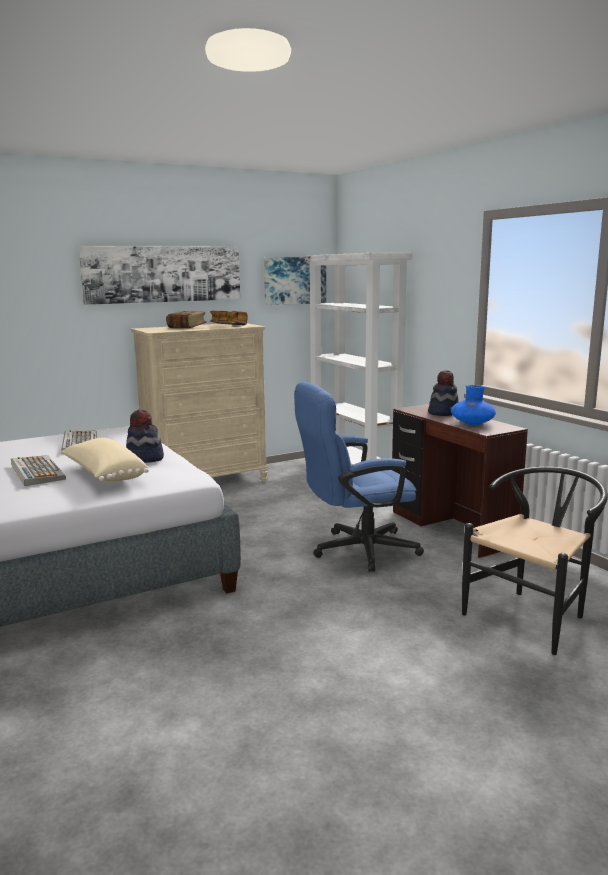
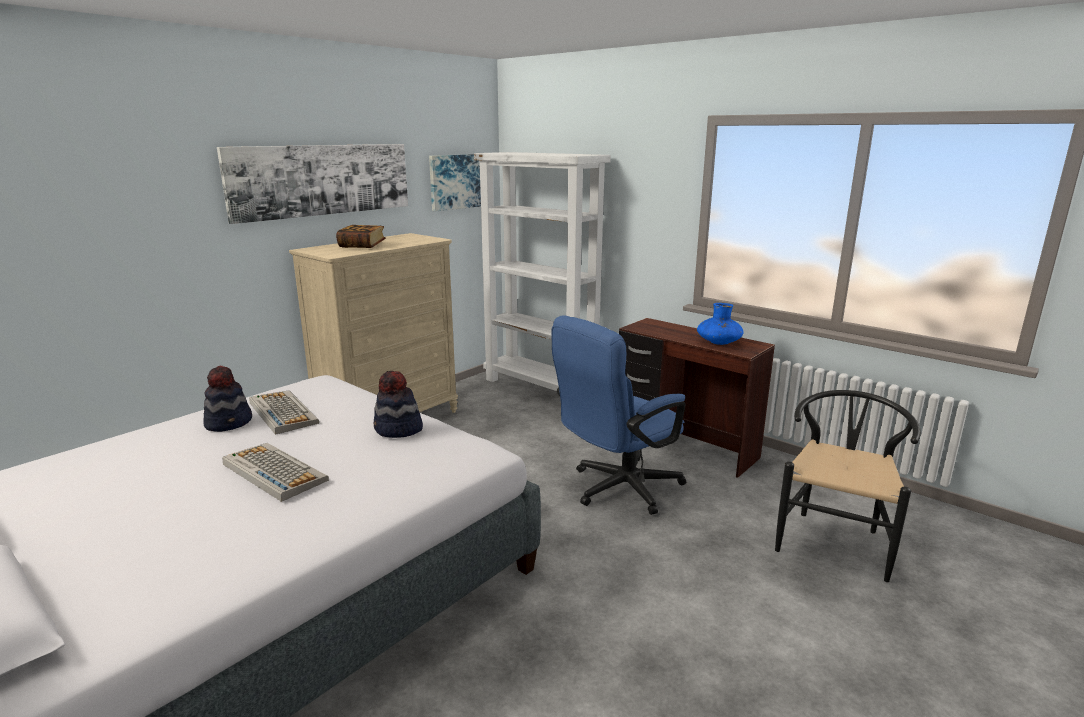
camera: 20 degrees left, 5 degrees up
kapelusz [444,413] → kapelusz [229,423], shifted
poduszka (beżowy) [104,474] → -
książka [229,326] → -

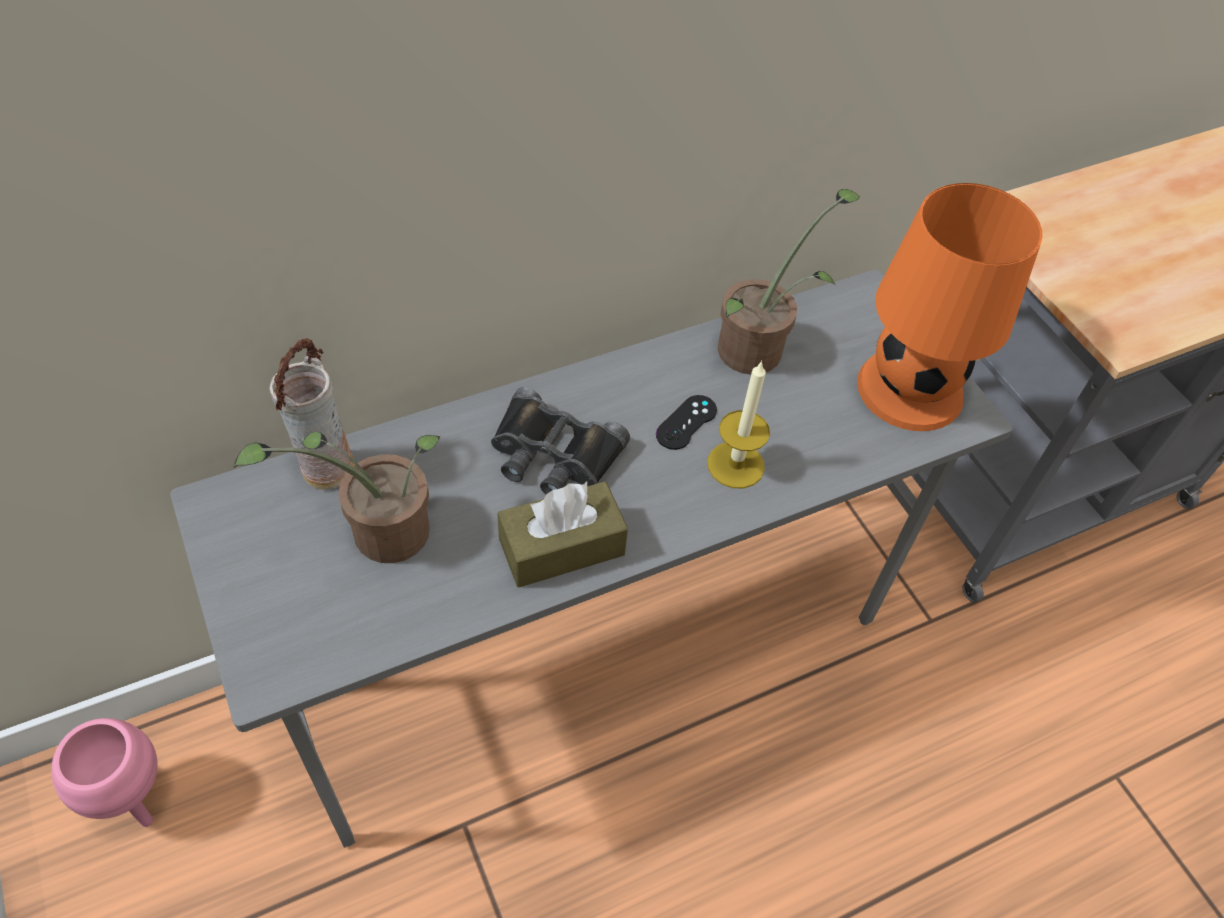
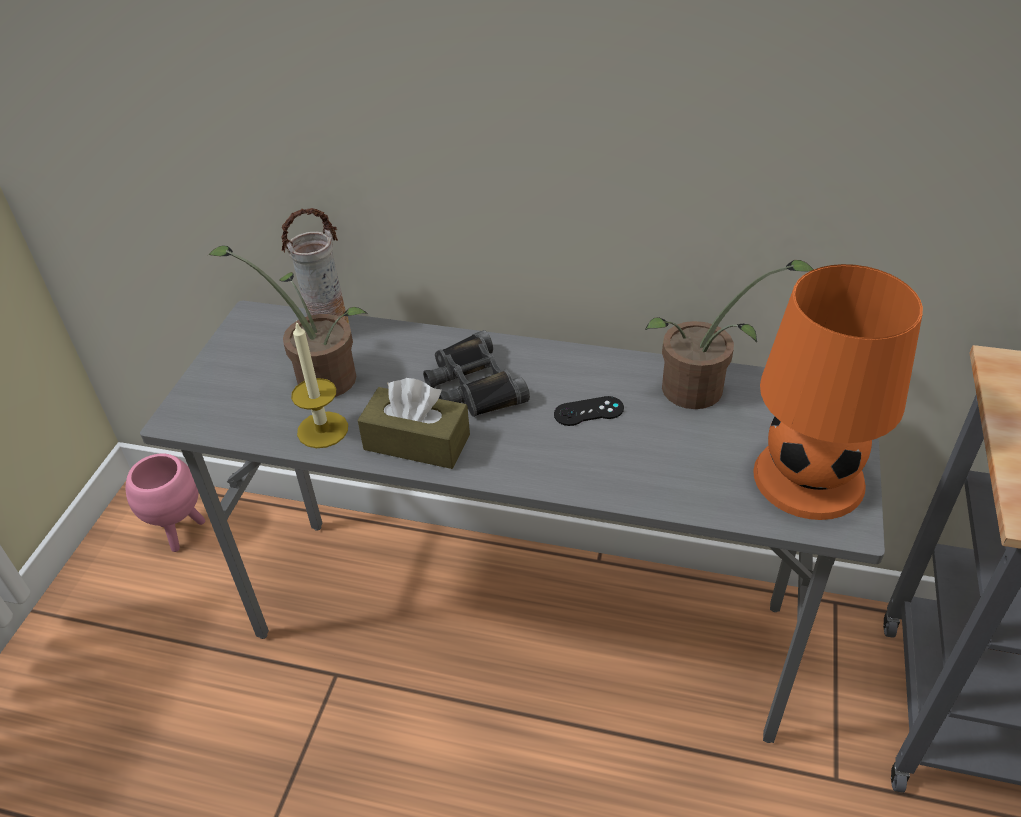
camera: 45 degrees right, 10 degrees down
świeca [735,465] → świeca [322,430], shifted

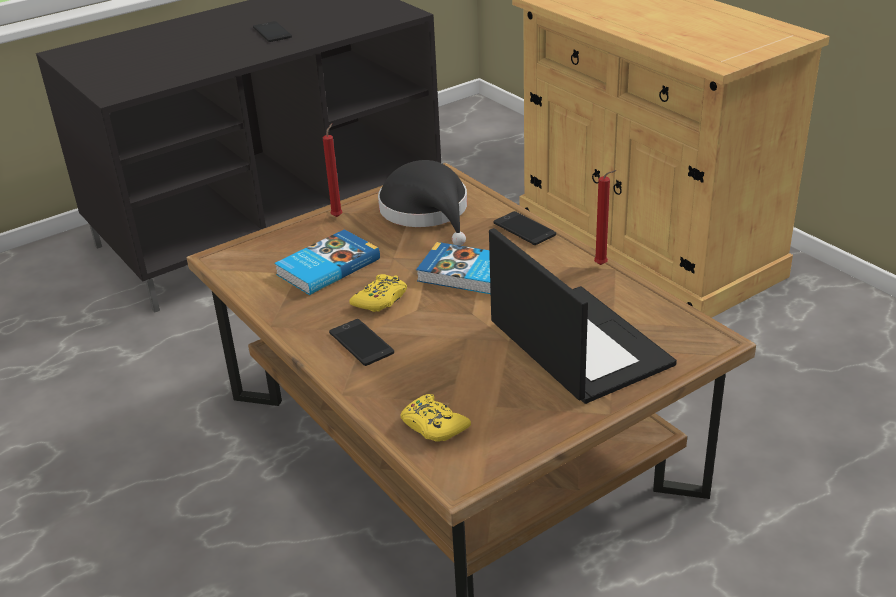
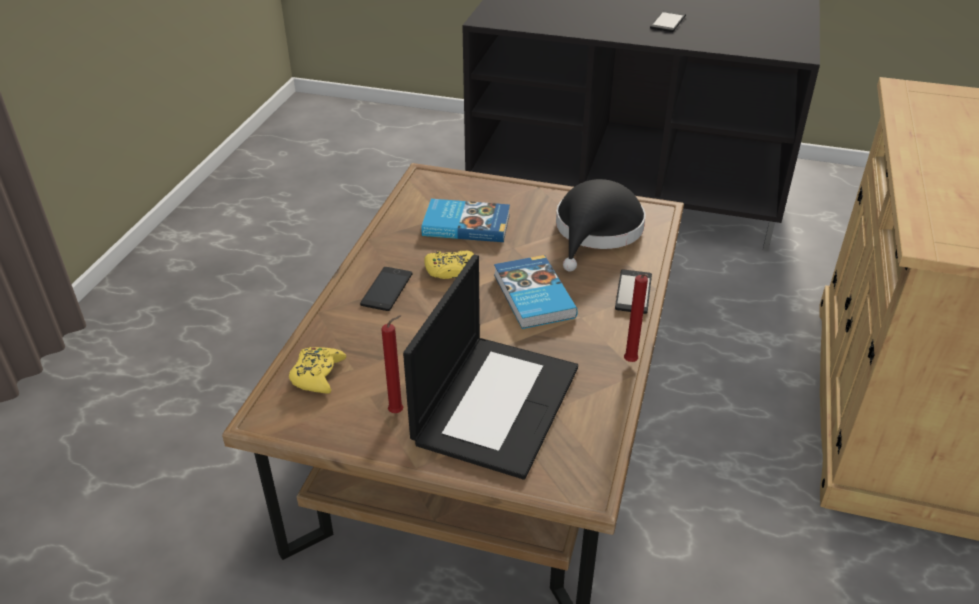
camera: 50 degrees right, 5 degrees up
świeca (czerwony) [338,216] → świeca (czerwony) [398,412], shifted

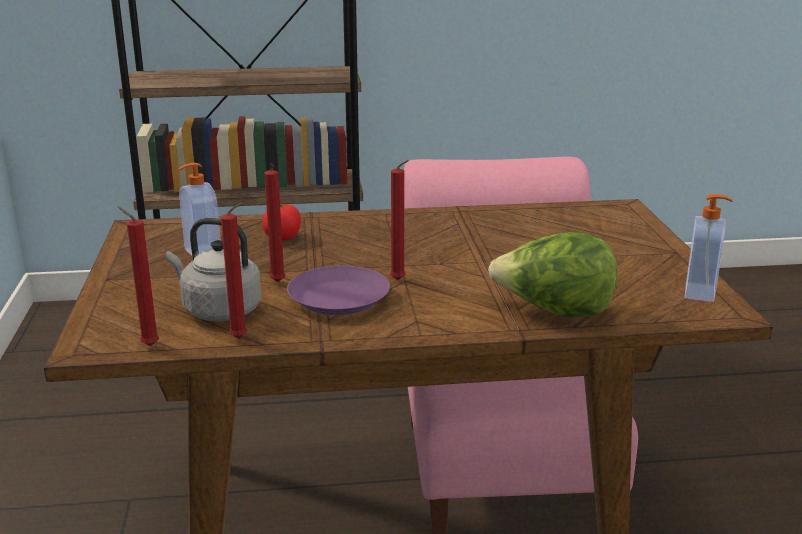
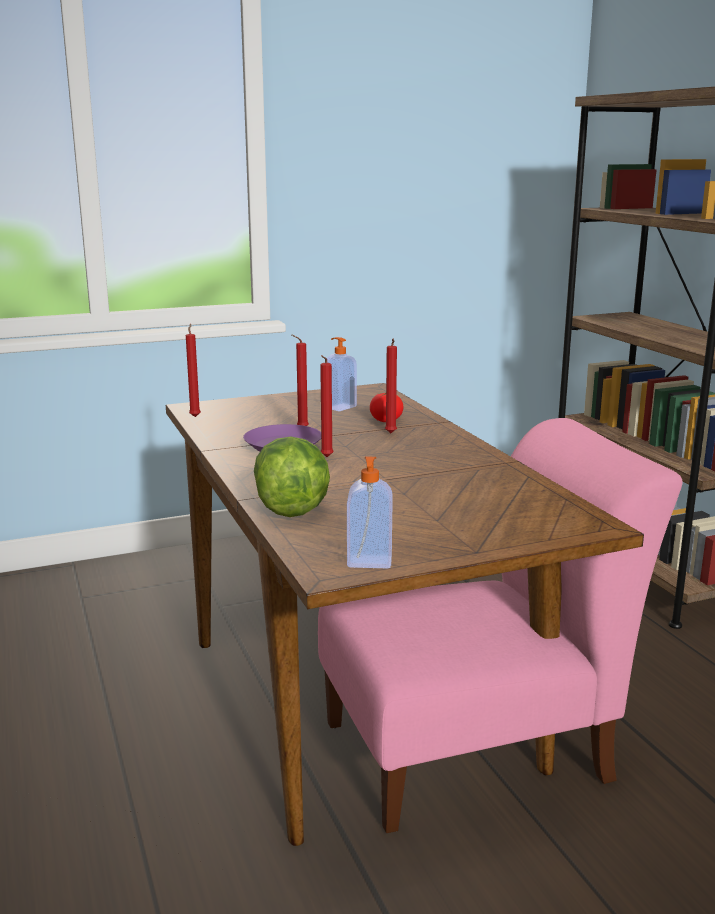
camera: 75 degrees right, 5 degrees down
świeca (czerwony) [241,339] → świeca (czerwony) [390,434], shifted
czajnik (szary) [218,310] → -

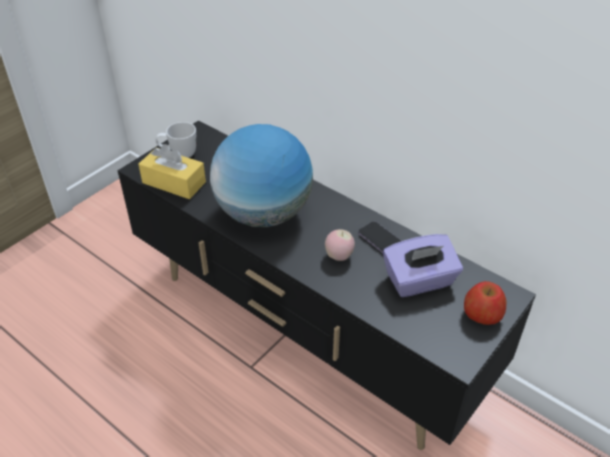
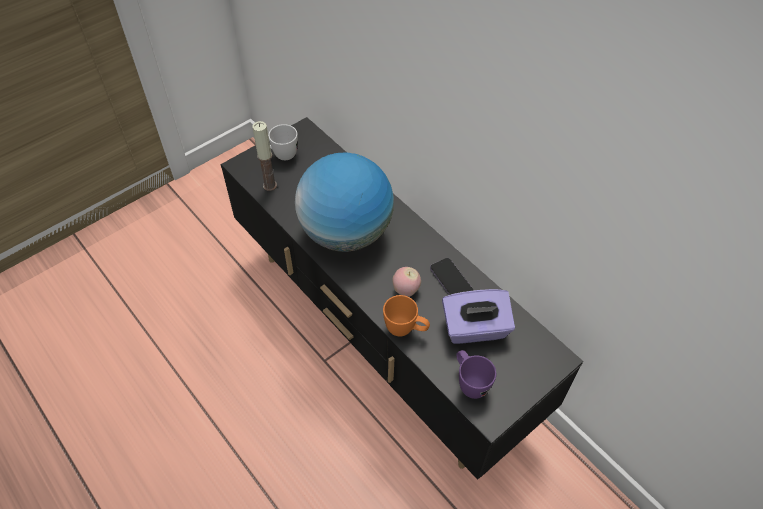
camera: 10 degrees right, 10 degrees up
pudełko chusteczek (żółty) [174,182] → świeca [270,185]
- → kubek (pomarańczowy) [405,330]
- → kubek (fioletowy) [469,382]
jabłko [482,314] → -

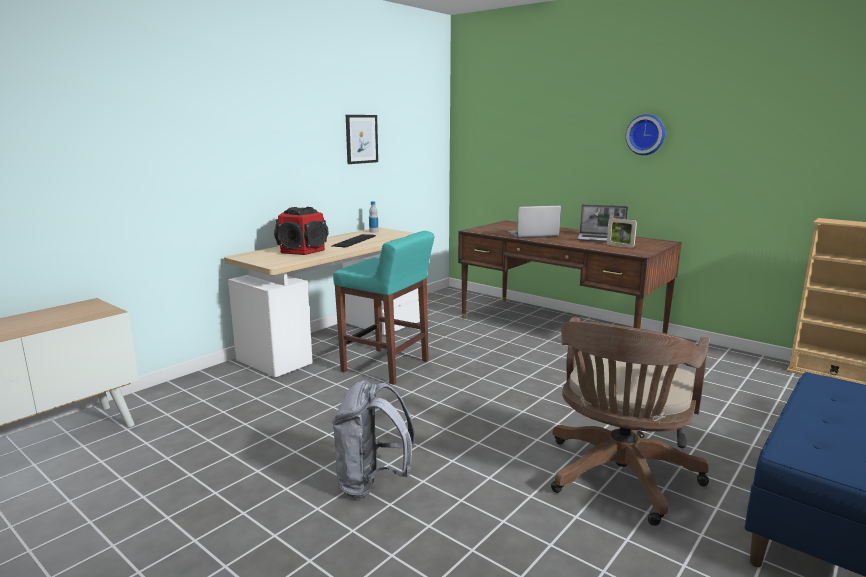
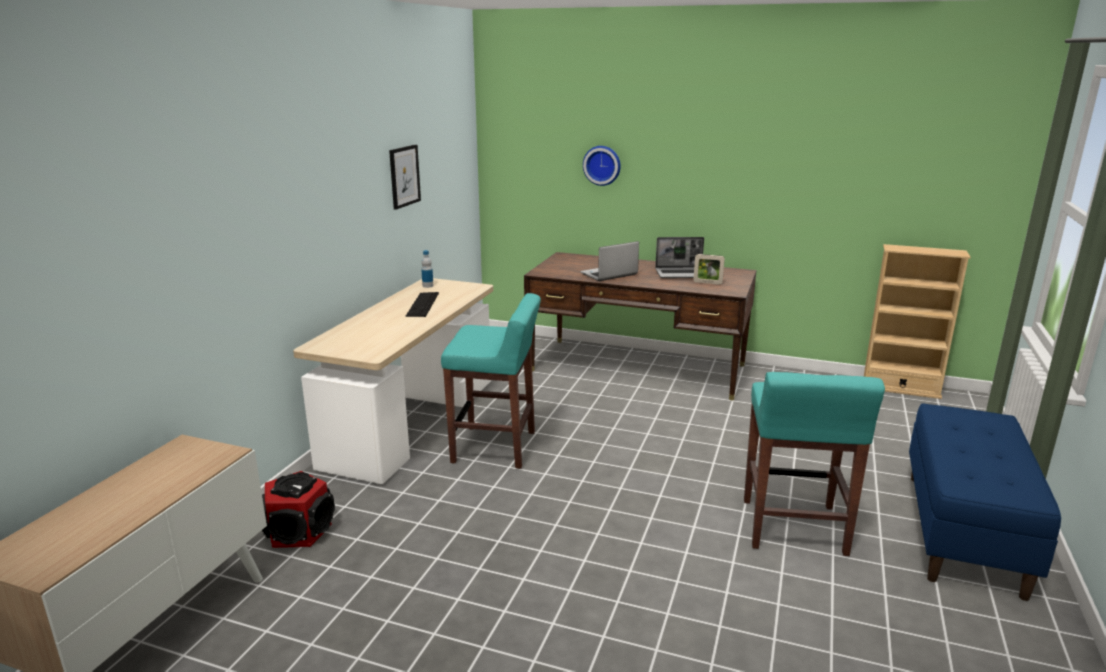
camera: 20 degrees left, 5 degrees up
głośnik [302,250] → głośnik [299,531], shifted
zegar ścienny [646,134] → zegar ścienny [602,165], shifted
krzesło biurowe (brązowy) [618,479] → stołek (turkusowy) [793,528]
plecak (szary) [372,483] → -

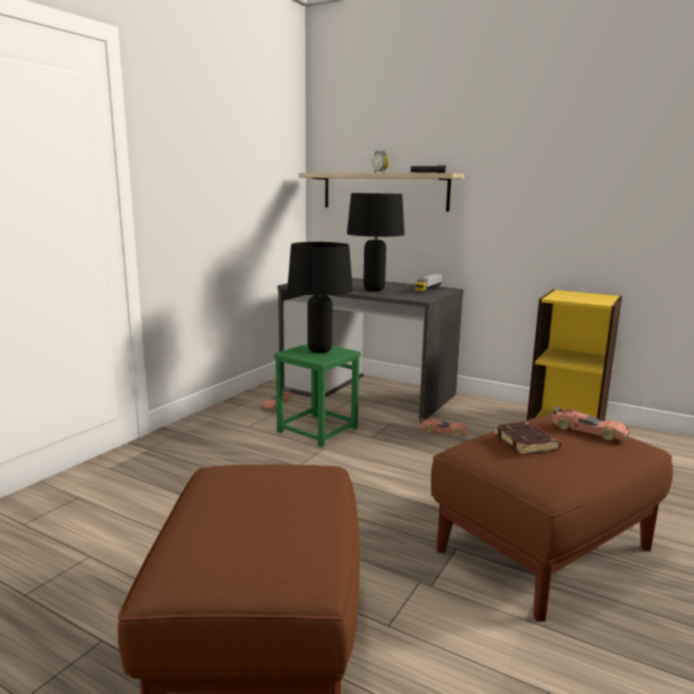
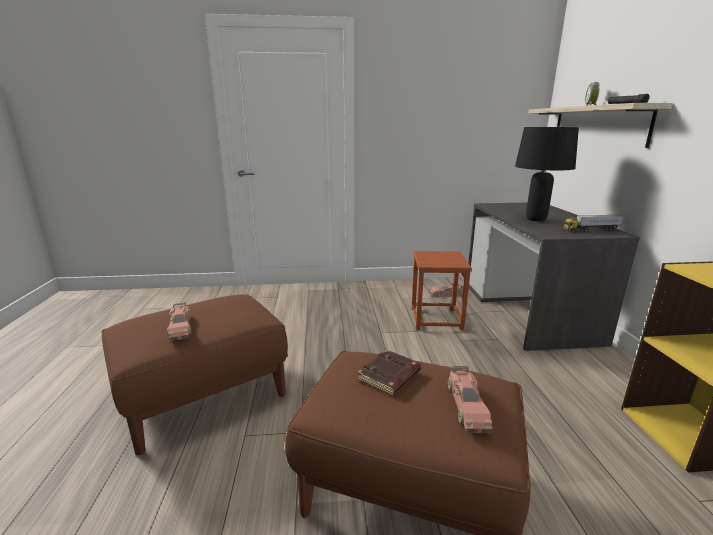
camera: 55 degrees right, 5 degrees up
samochodzik [443,432] → samochodzik [180,327], shifted
stołek (zielony) [317,430] → stołek (brązowy) [435,318]
lampa stołowa (czarny) [320,351] → -

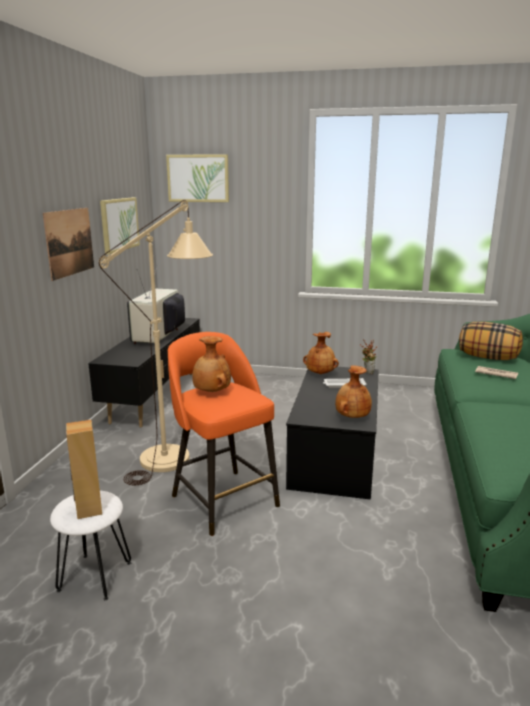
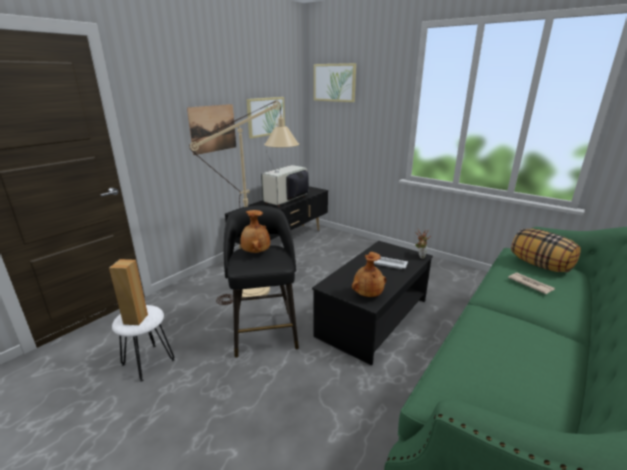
camera: 25 degrees right, 5 degrees up
stołek (pomarańczowy) [223,499] → stołek (czarny) [265,331]
wazon (brązowy) [320,373] → -

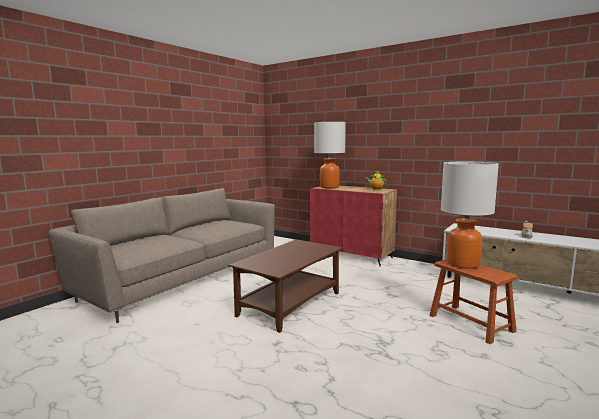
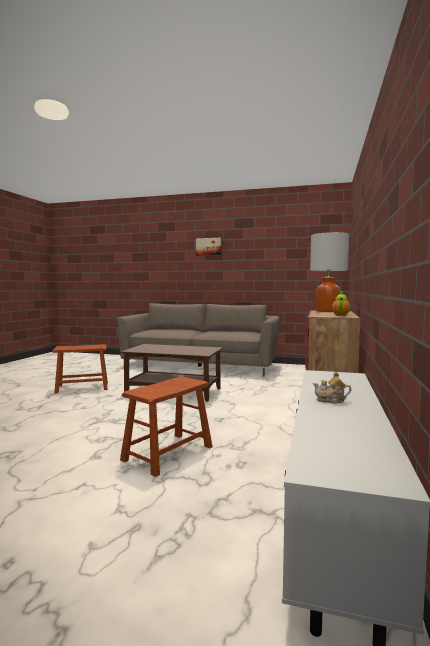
camera: 70 degrees right, 5 degrees down
- → stołek (brązowy) [82,387]
- → obraz [208,246]
lampa stołowa [463,264] → -

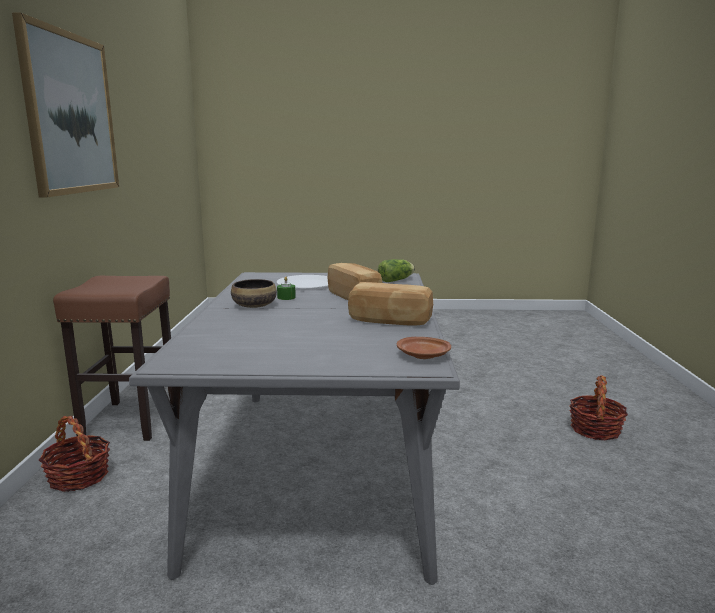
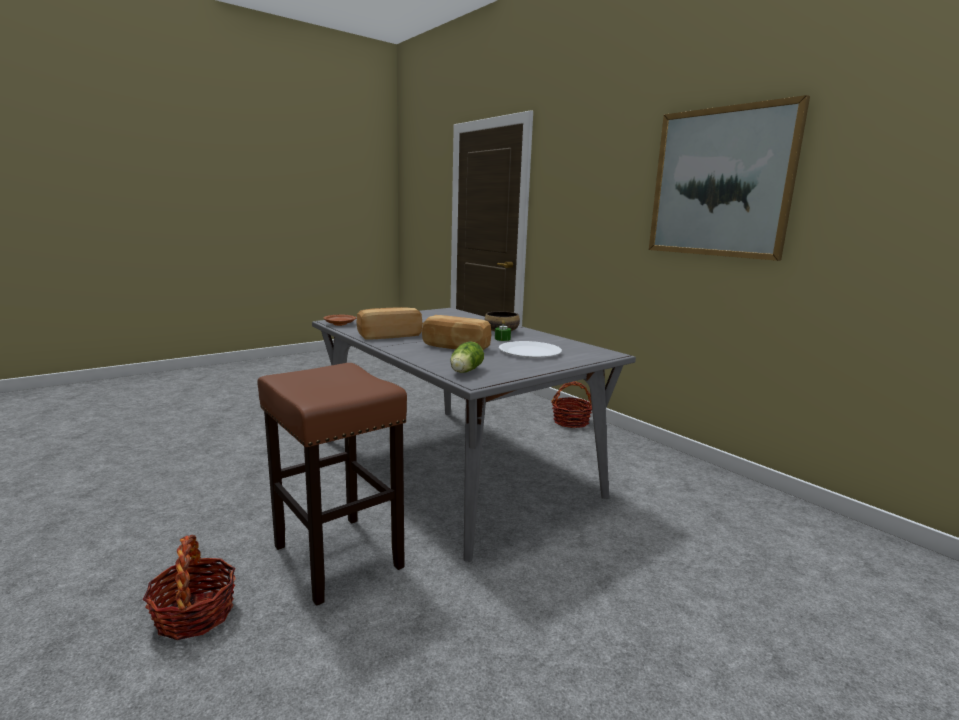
camera: 140 degrees right, 0 degrees up
stołek (brązowy) [130,421] → stołek (brązowy) [336,556], shifted

